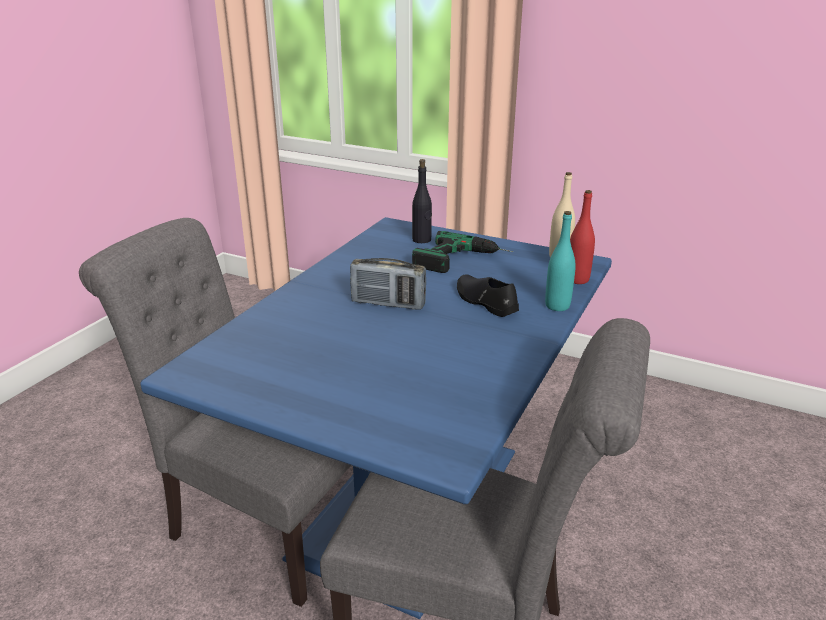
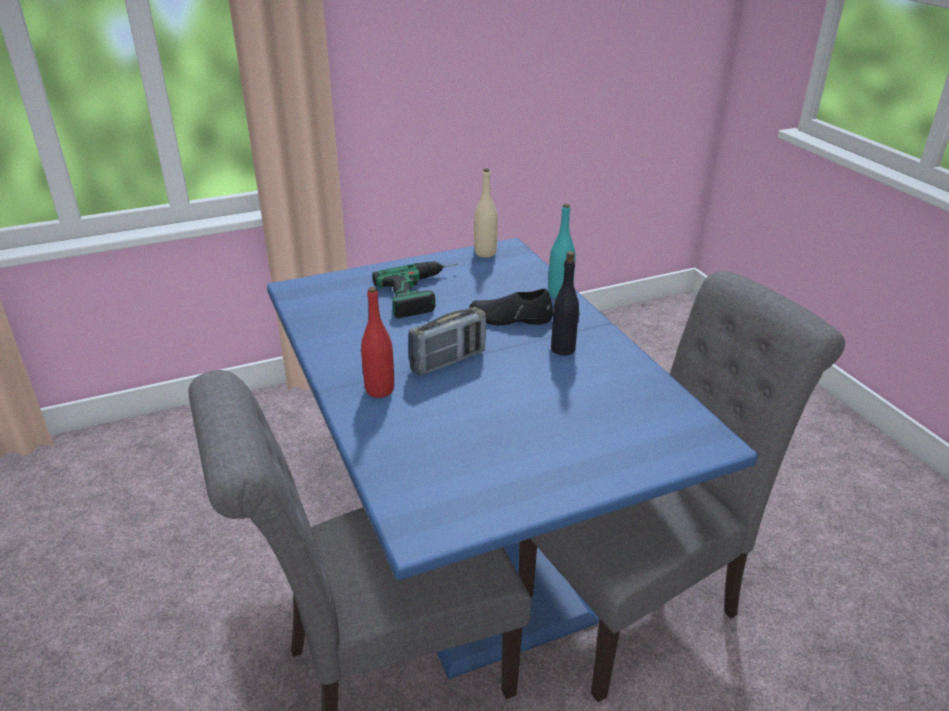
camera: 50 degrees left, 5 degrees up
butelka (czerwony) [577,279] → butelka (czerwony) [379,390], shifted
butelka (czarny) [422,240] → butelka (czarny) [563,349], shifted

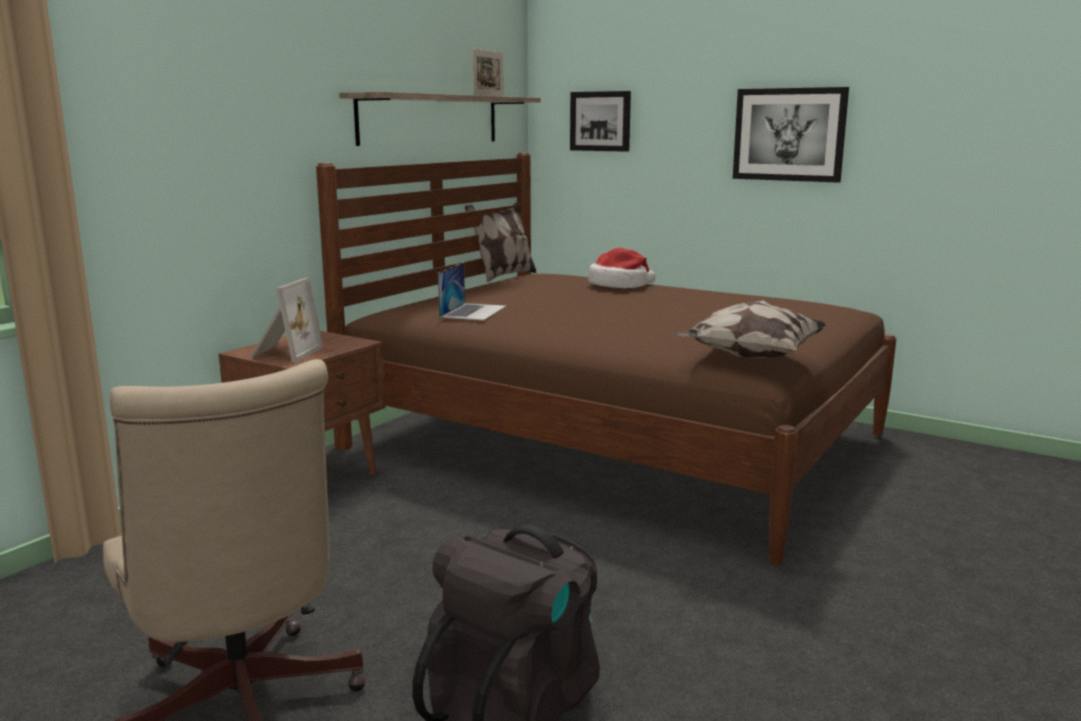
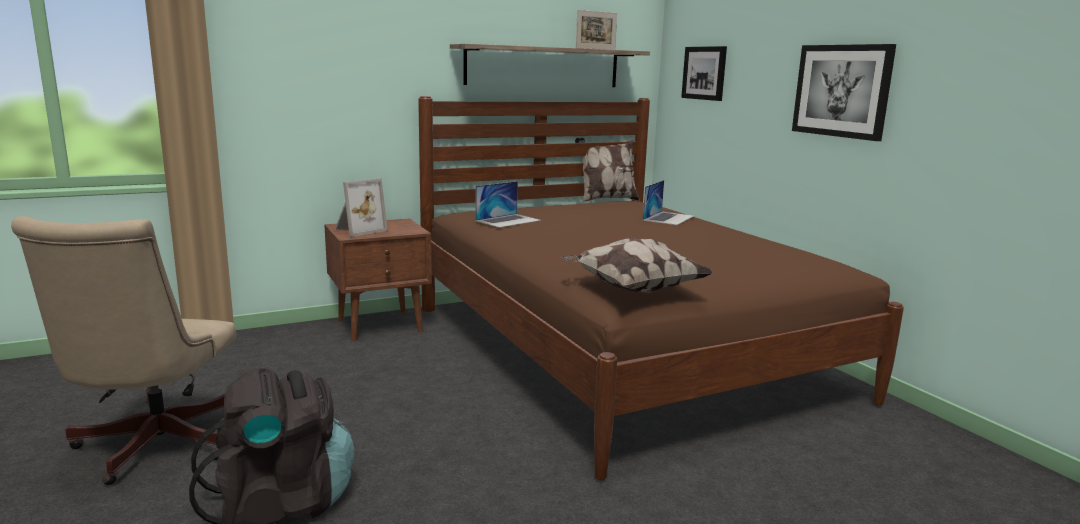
camera: 30 degrees right, 0 degrees up
kapelusz [619,285] → laptop [668,218]

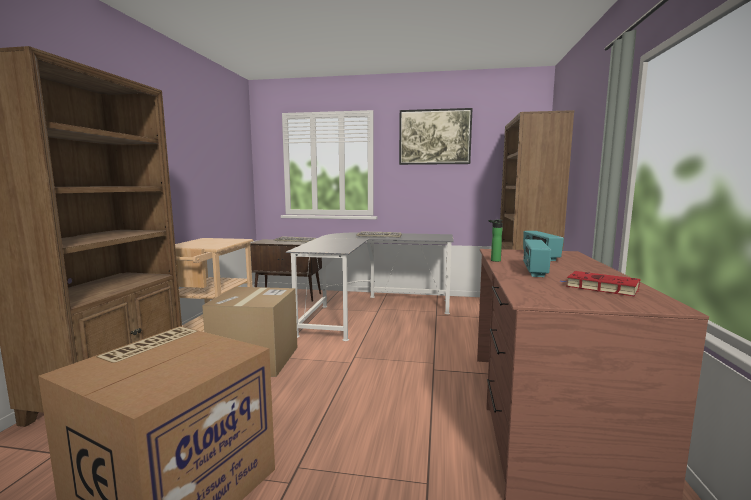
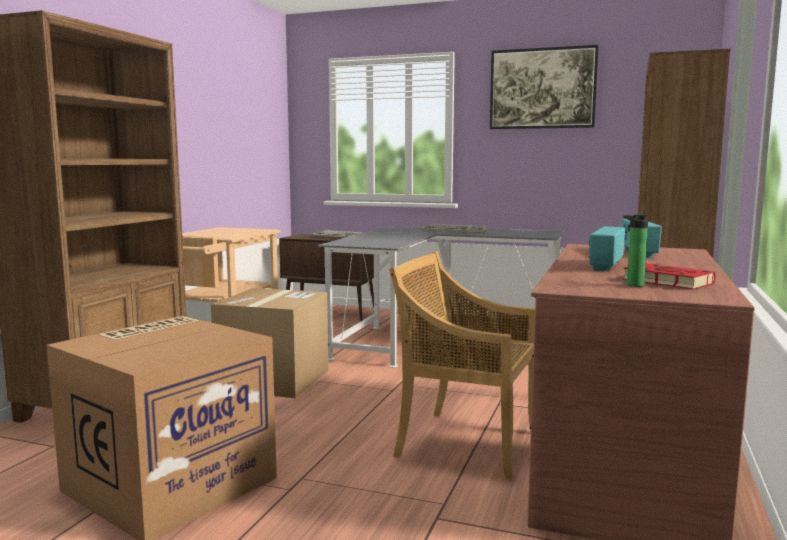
camera: 10 degrees right, 0 degrees up
- → krzesło (beżowy) [465,443]
butelka [494,260] → butelka [632,285], shifted

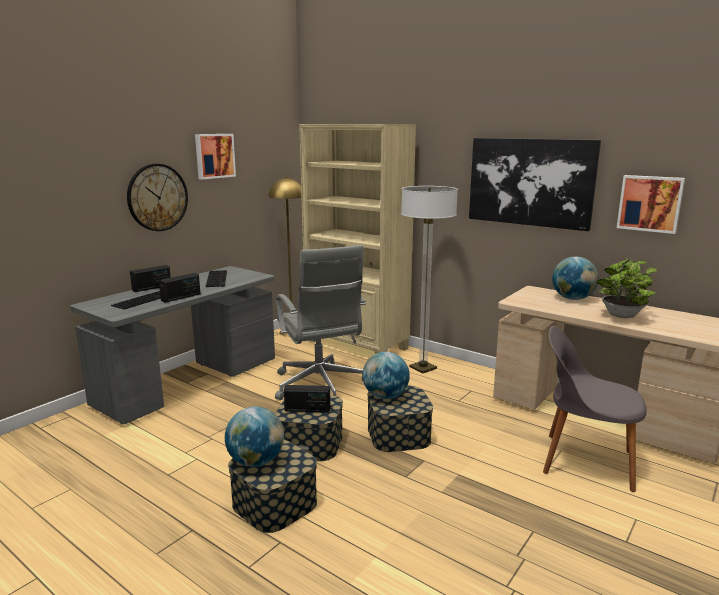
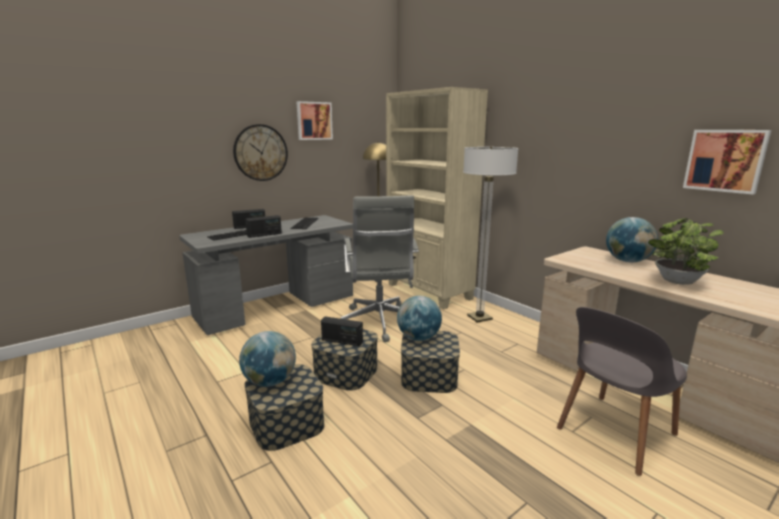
camera: 15 degrees right, 0 degrees up
krzesło (szary) [584,461] → krzesło (szary) [614,433], 75 degrees counterclockwise
obraz [530,182] → -

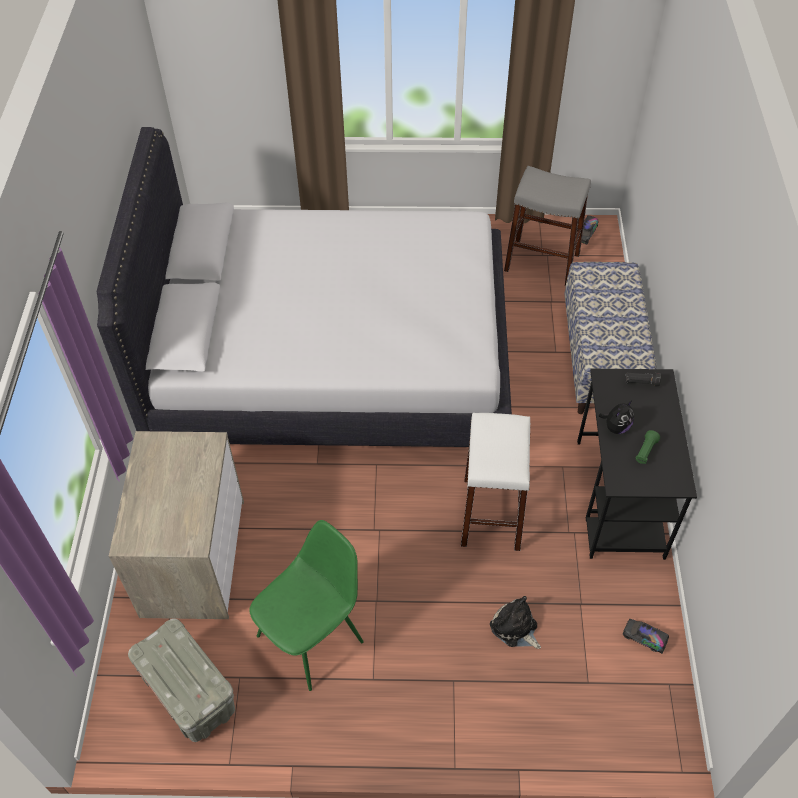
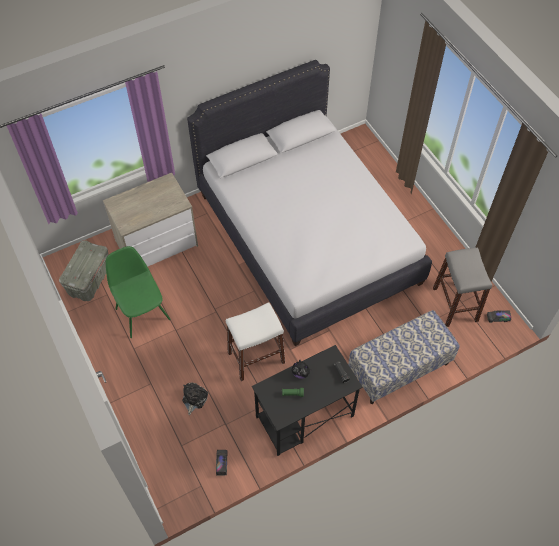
camera: 60 degrees right, 5 degrees up
krzesło (zielony) [312,637] → krzesło (zielony) [142,313], 135 degrees counterclockwise

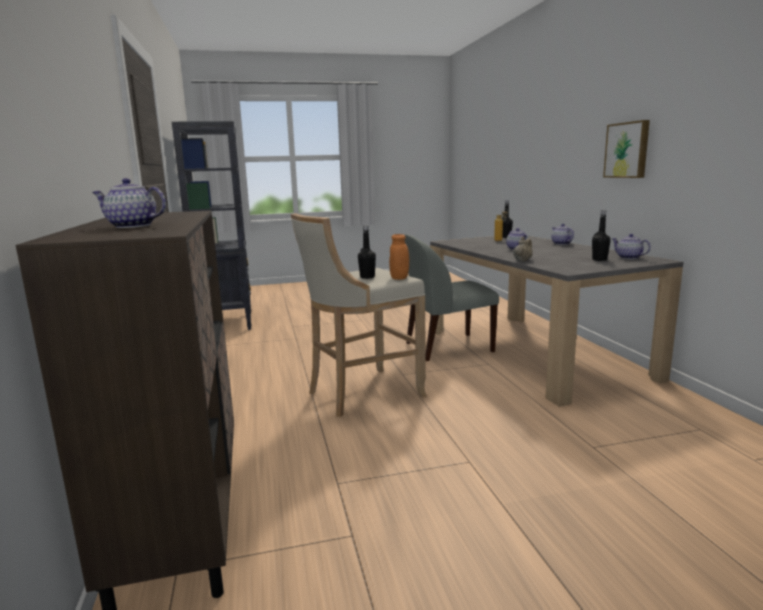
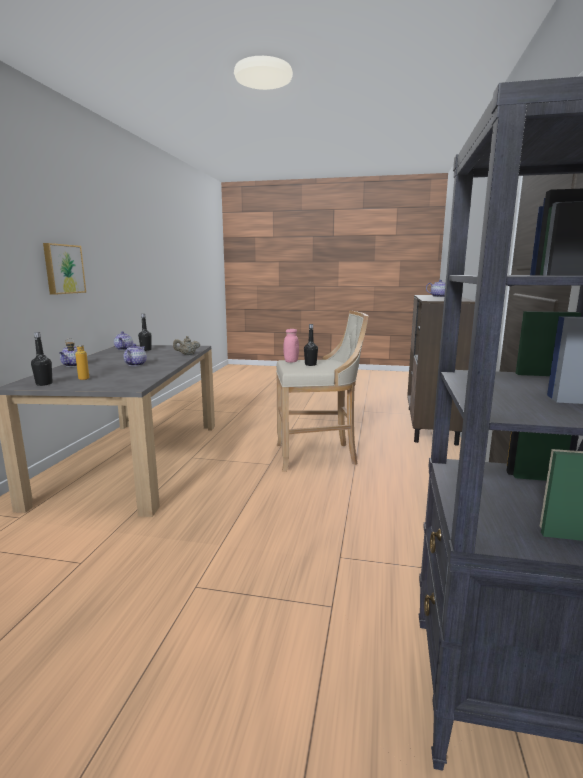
camera: 155 degrees left, 0 degrees up
słoik (pomarańczowy) [399,278] → słoik (różowy) [291,361]
krzesło (szary) [446,348] → -

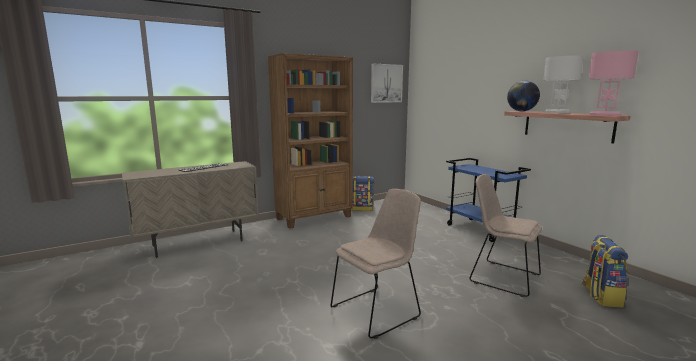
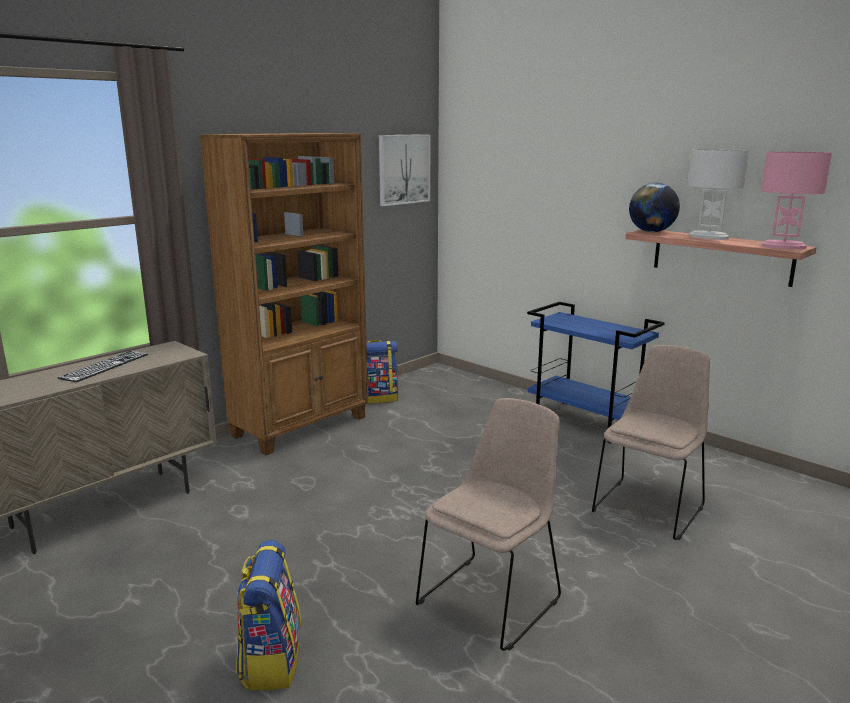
camera: 15 degrees left, 5 degrees up
plecak [600,296] → plecak [270,660], shifted
krzesło (beżowy) [502,277] → krzesło (beżowy) [649,507], 105 degrees clockwise

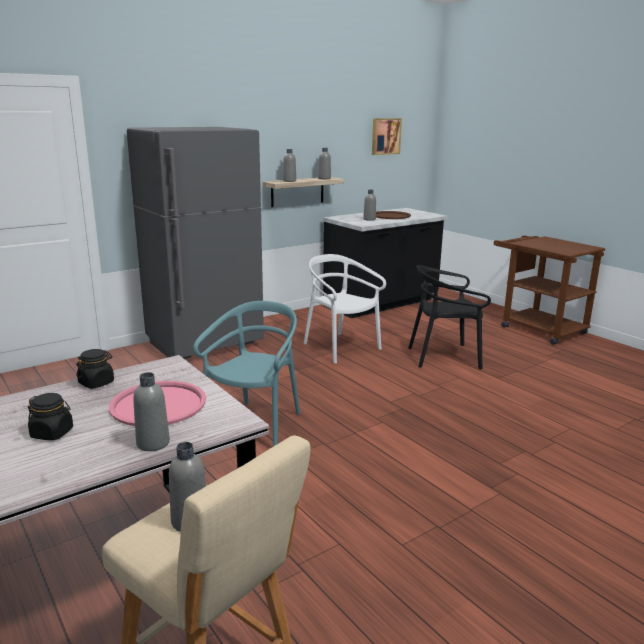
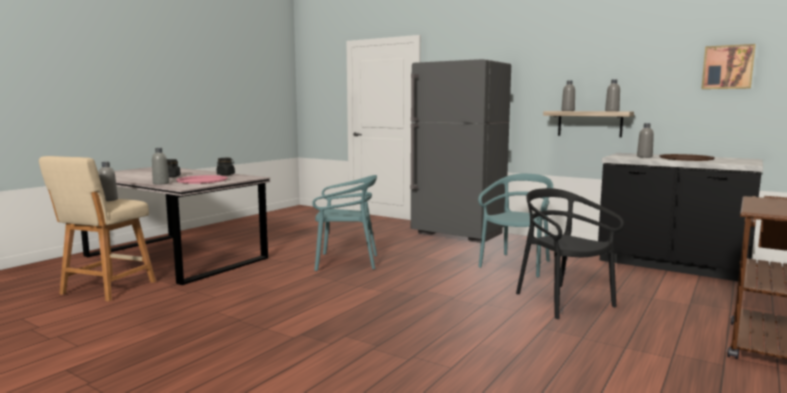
camera: 70 degrees right, 10 degrees down
krzesło (biały) [340,347] → krzesło (turkusowy) [517,265]

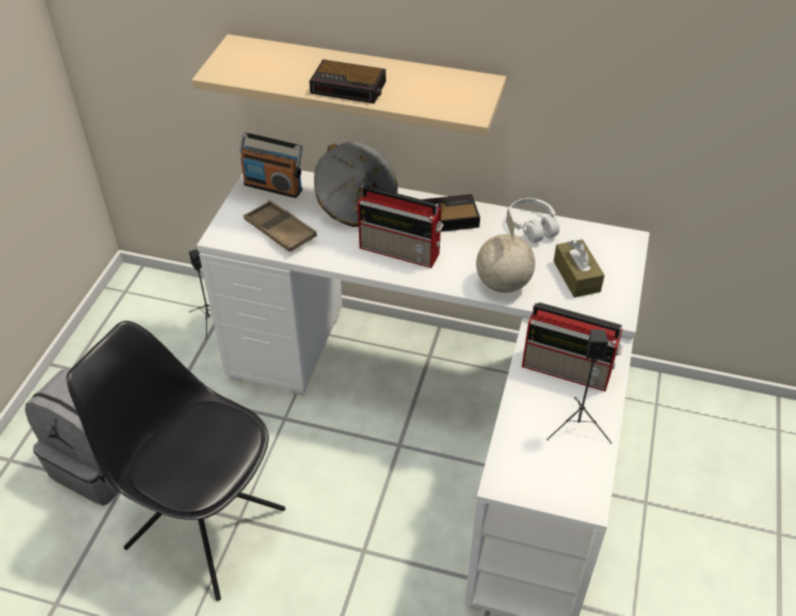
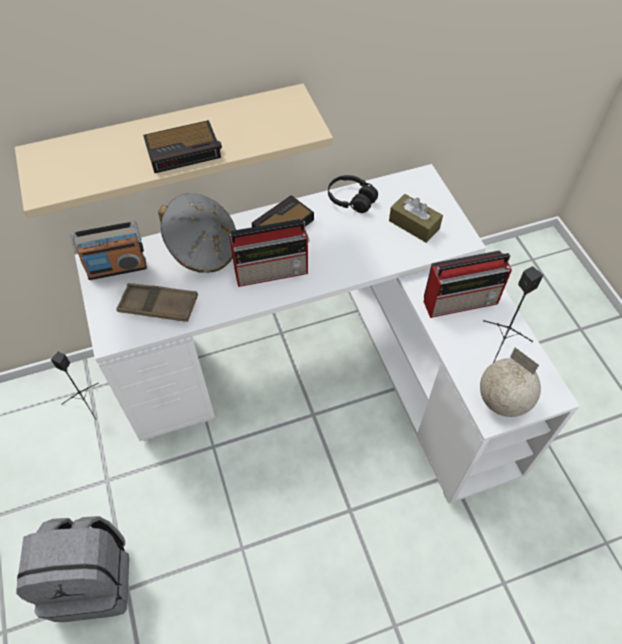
camera: 35 degrees left, 10 degrees up
słuchawki (biały) [532,226] → słuchawki (czarny) [351,200]
globus [502,284] → globus [502,401], shifted
krzesło (czarny) [203,526] → -

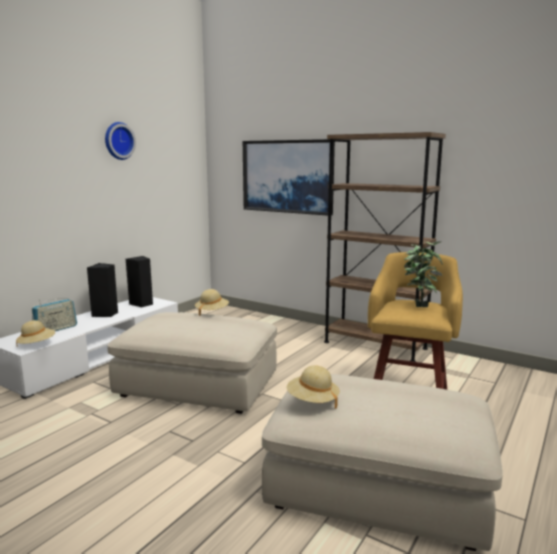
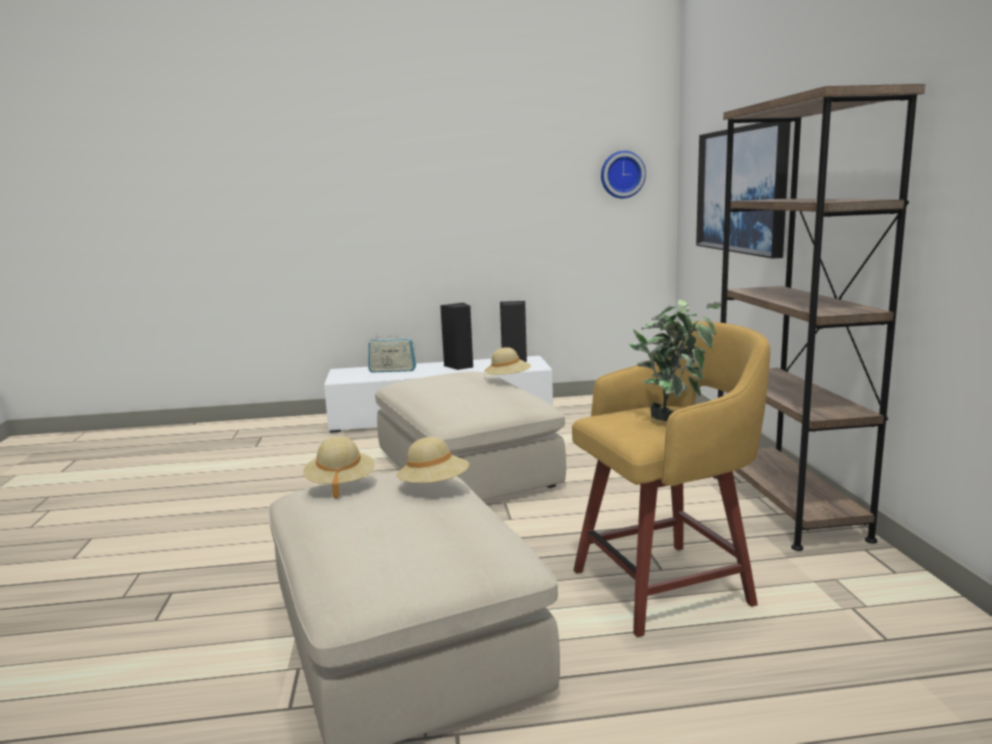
camera: 50 degrees right, 0 degrees up
kapelusz (beżowy) [37,344] → kapelusz (beżowy) [434,486], shifted
zegar ścienny [118,141] → zegar ścienny [622,174], shifted

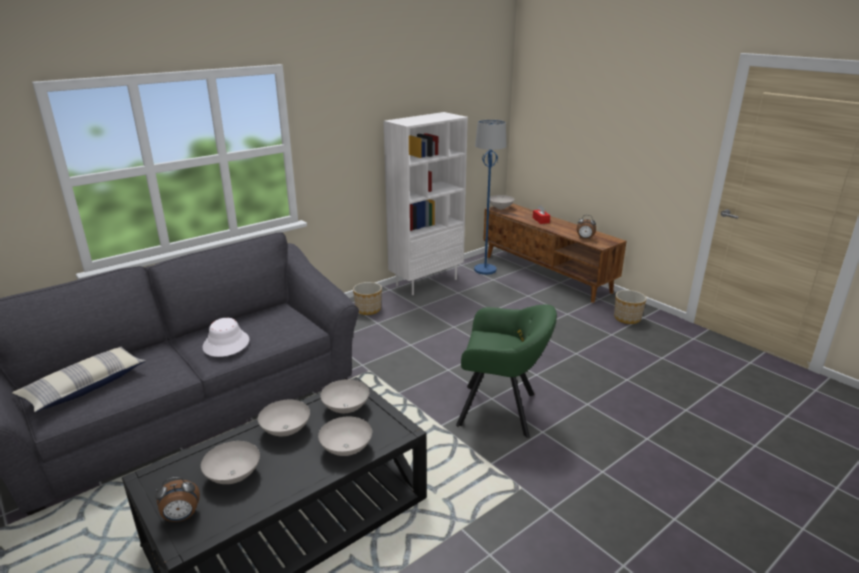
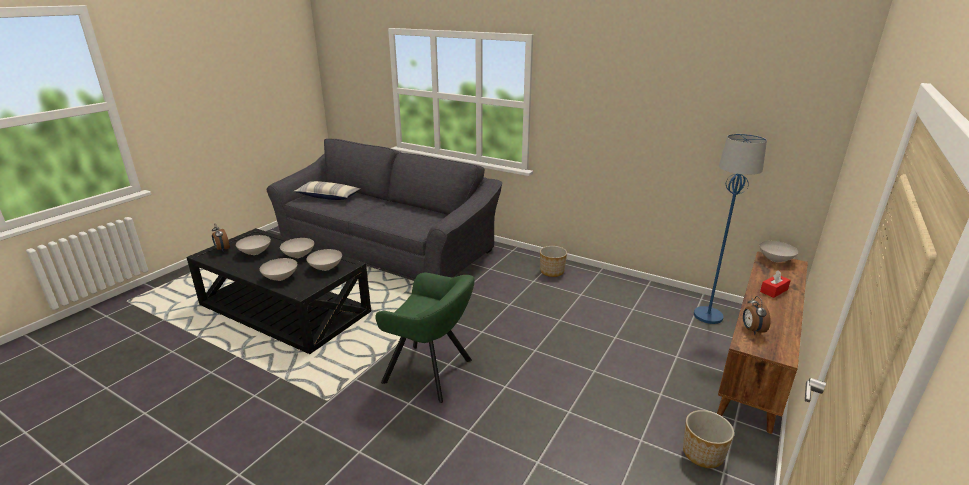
camera: 70 degrees right, 0 degrees up
fotel (zielony) [501,411] → fotel (zielony) [431,373], 60 degrees counterclockwise
kapelusz (biały) [226,344] → -
regał (biały) [426,282] → -

